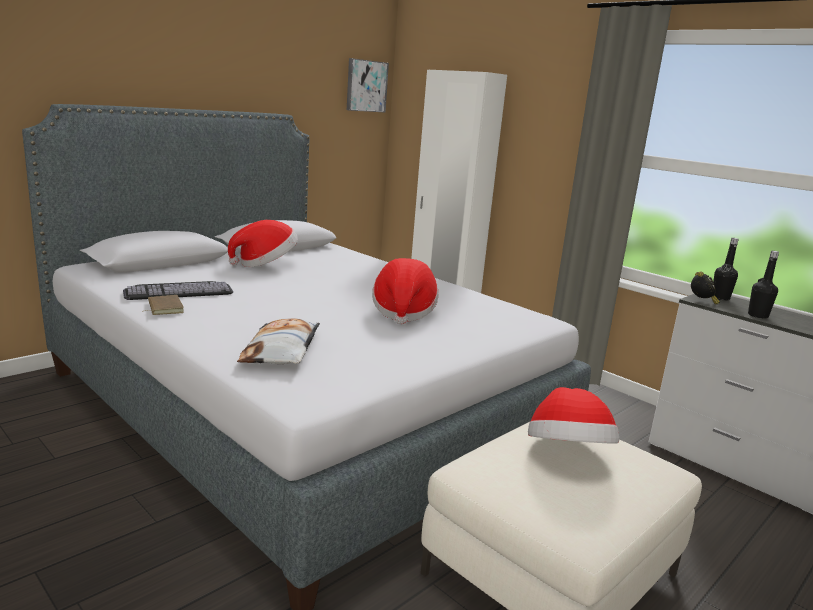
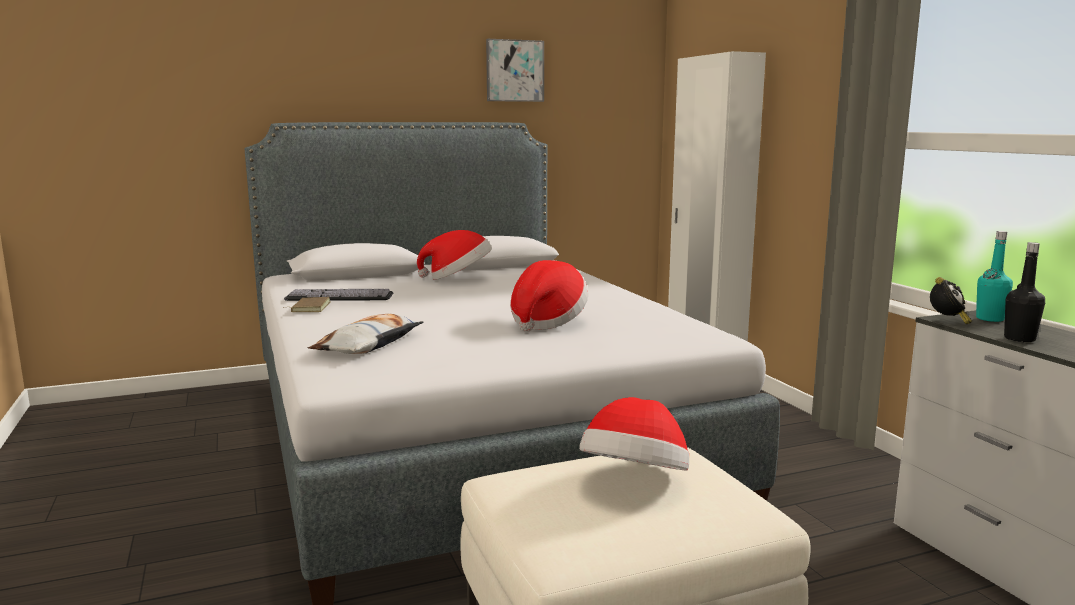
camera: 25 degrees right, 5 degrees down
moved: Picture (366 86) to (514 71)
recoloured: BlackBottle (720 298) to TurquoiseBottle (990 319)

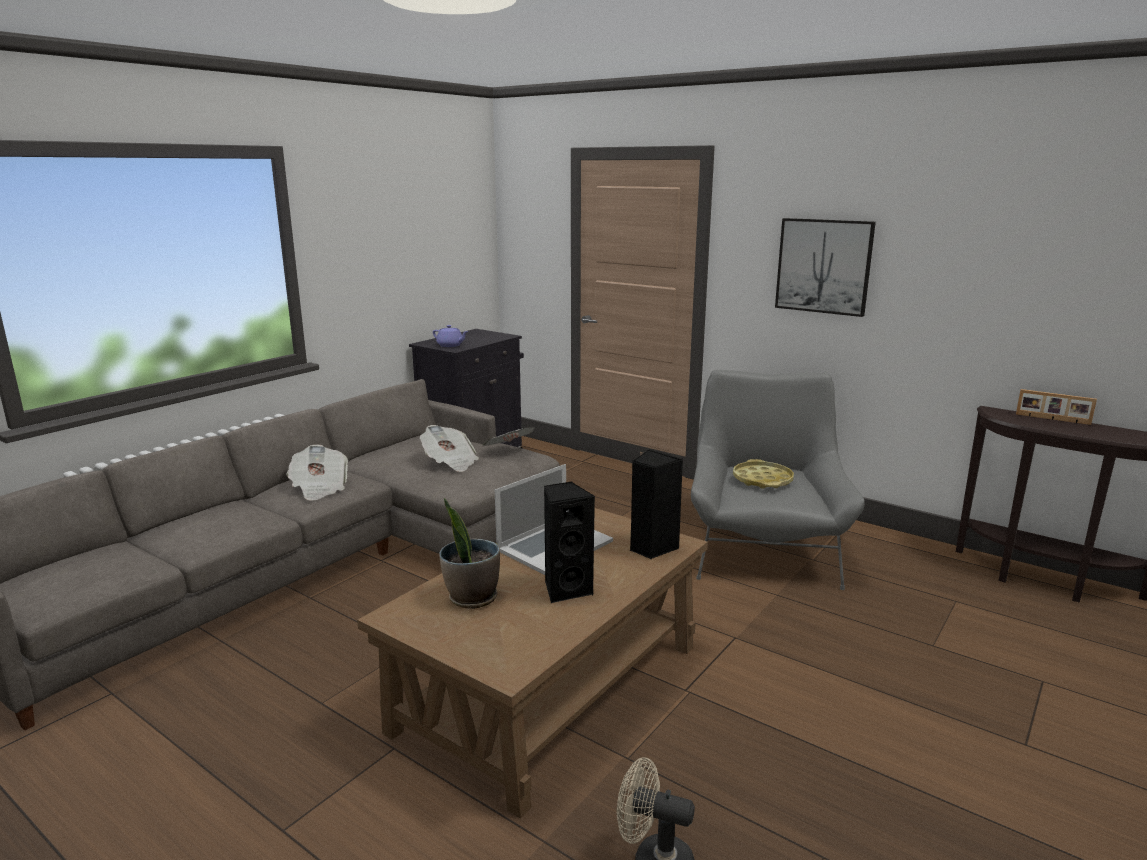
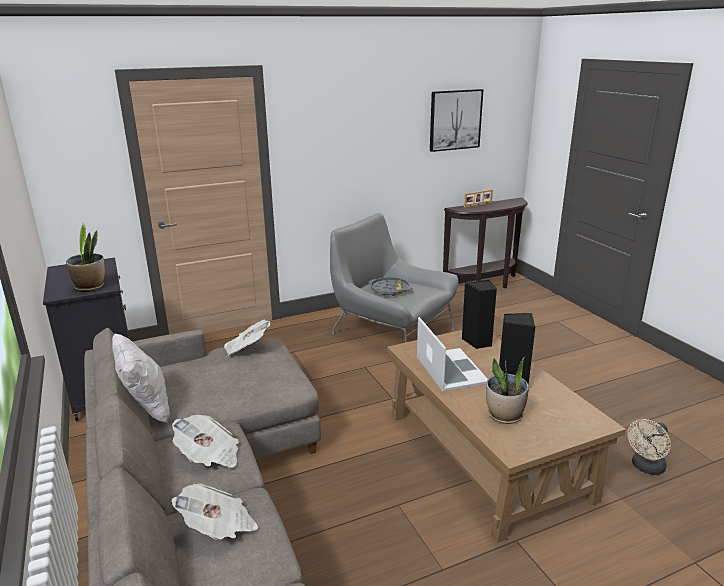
camera: 60 degrees left, 5 degrees up
added: WhitePillow (146 410)
moved: Newspaper (450 462) to (219 527); Picture (824 266) to (455 120)
replaced: PurpleTeapot (450 345) to PottedPlant (90 287)
recoloured: YellowTray (762 480) to GreyTray (390 290)

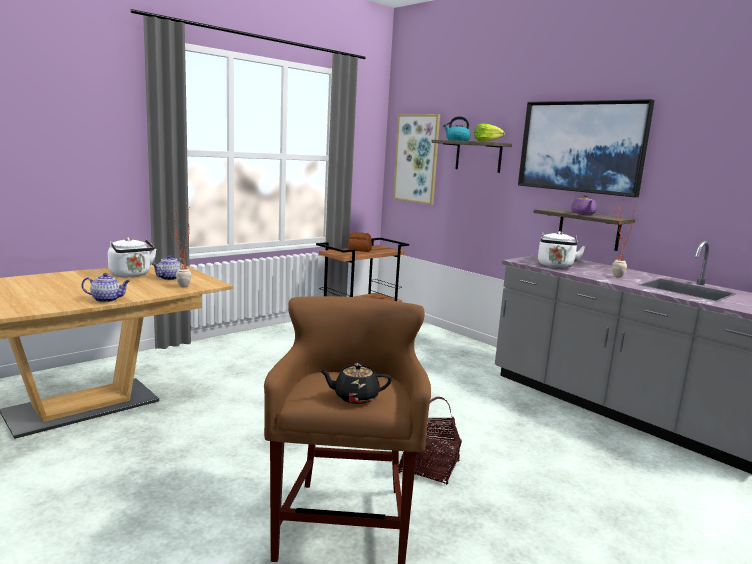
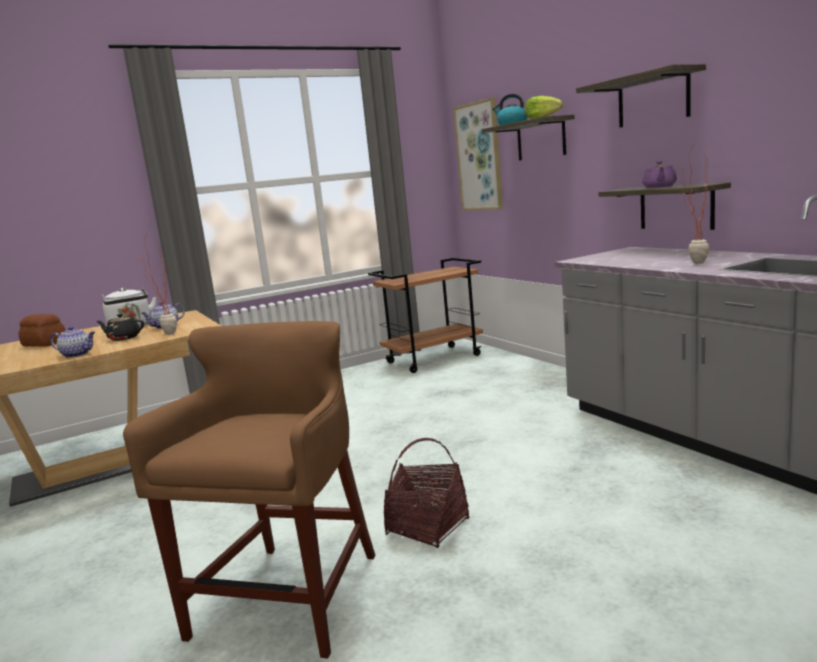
camera: 15 degrees right, 0 degrees up
removed: WhiteKettle (555 266)
moved: BlackTeapot (355 397) to (123 338); Bread (359 250) to (44 344)
replaced: Picture (581 146) to Shelf (653 99)

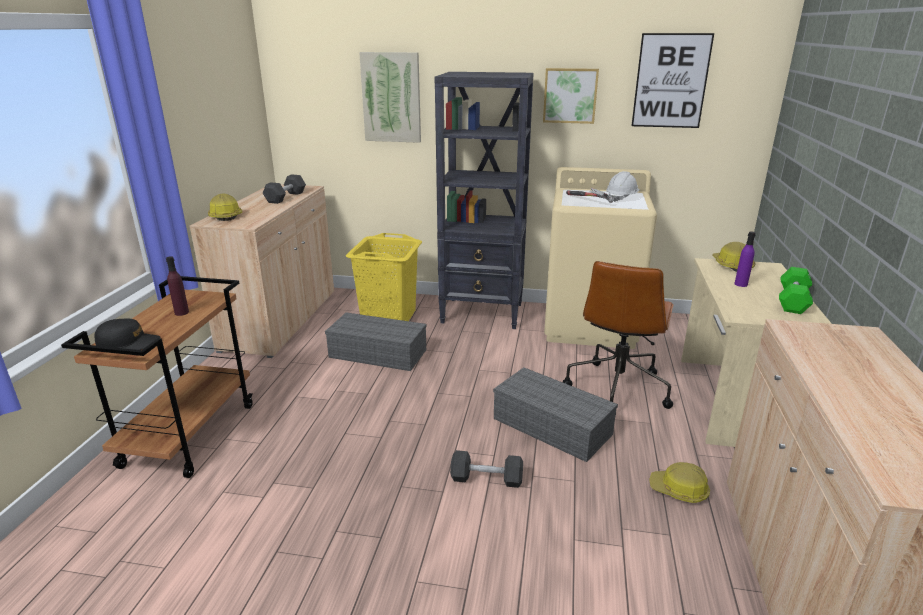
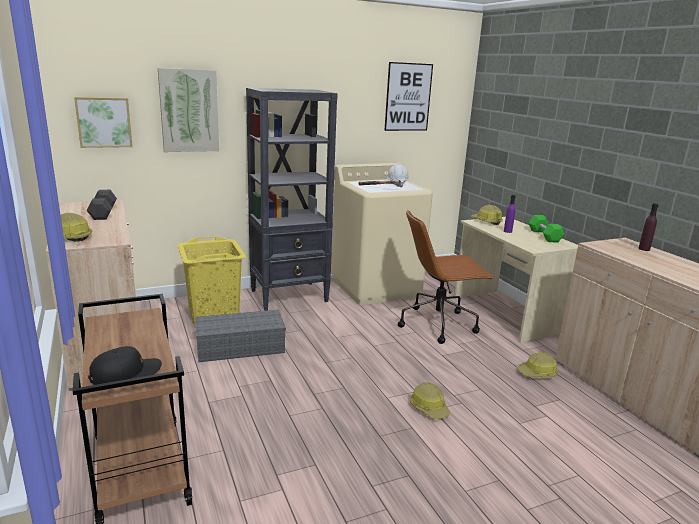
camera: 35 degrees left, 5 degrees down
removed: GreyStorageBox (554 426)
moved: PurpleBottle (181 312) to (644 249); Picture (570 95) to (104 122)
replaced: BlackDumbbell (486 479) to HardHat (429 408)
turned: BrownOfficeChair (617 388) = (438 324) 90 degrees clockwise

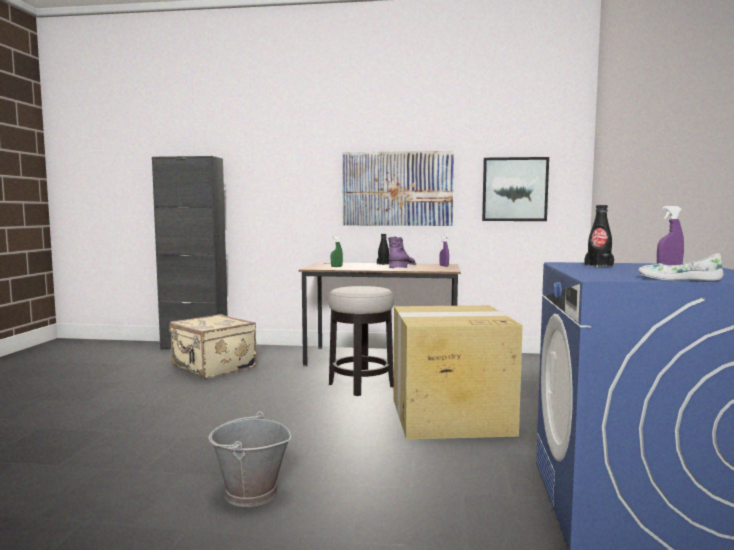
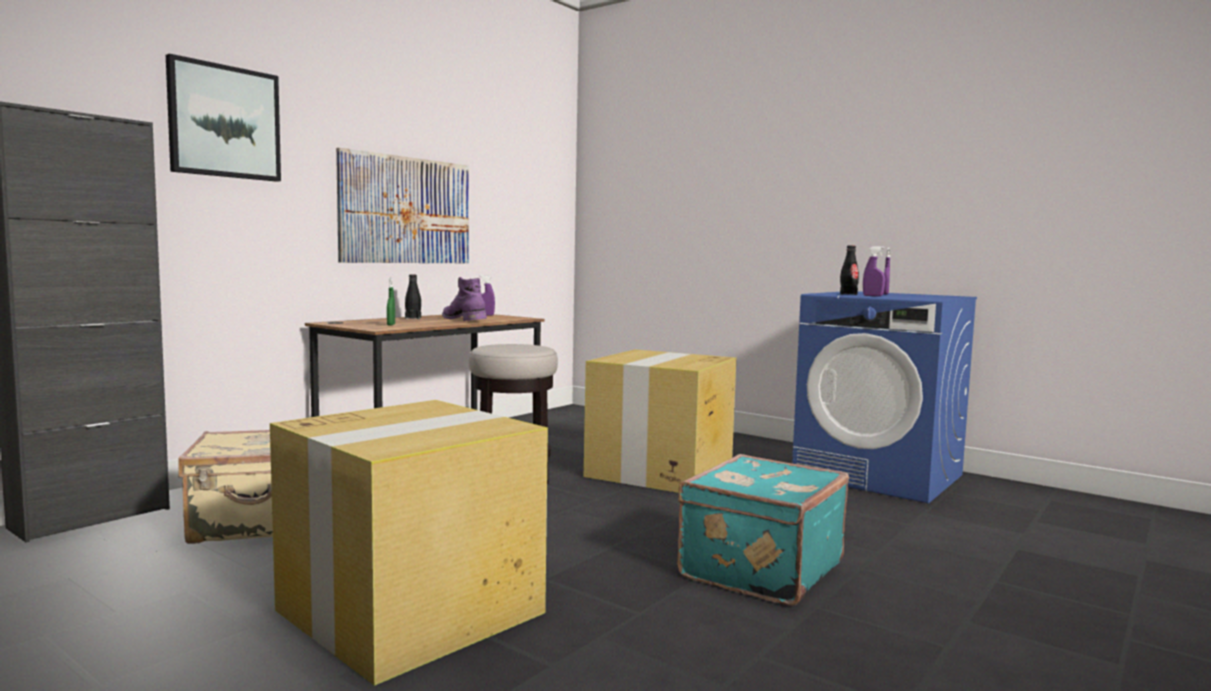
camera: 60 degrees left, 0 degrees up
removed: WhiteShoe (679 279)
added: CardboardBox (413 610); PurpleSprayBottle (873 296)
moved: Picture (514 189) to (224 122)
replaced: GreyBucket (250 493) to TurquoiseSuitcase (758 569)

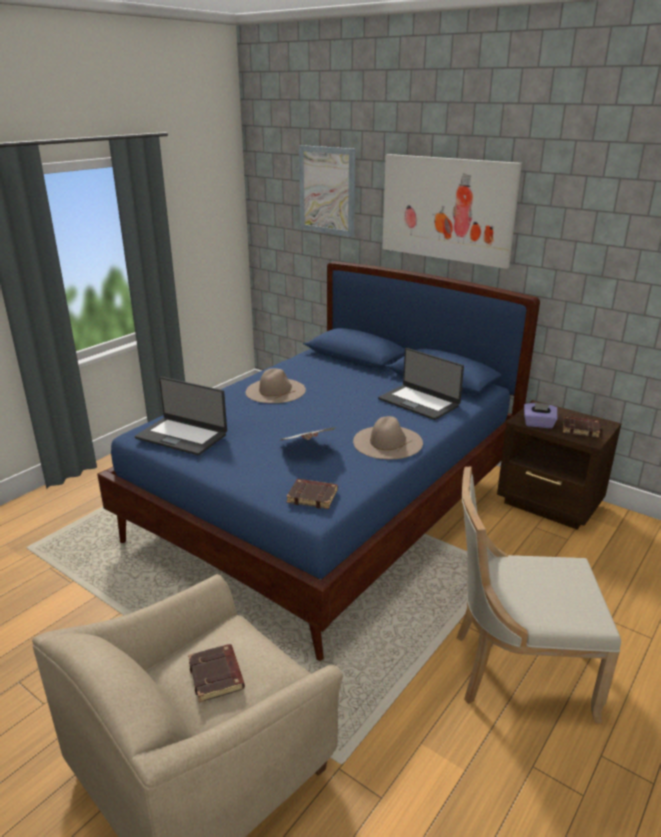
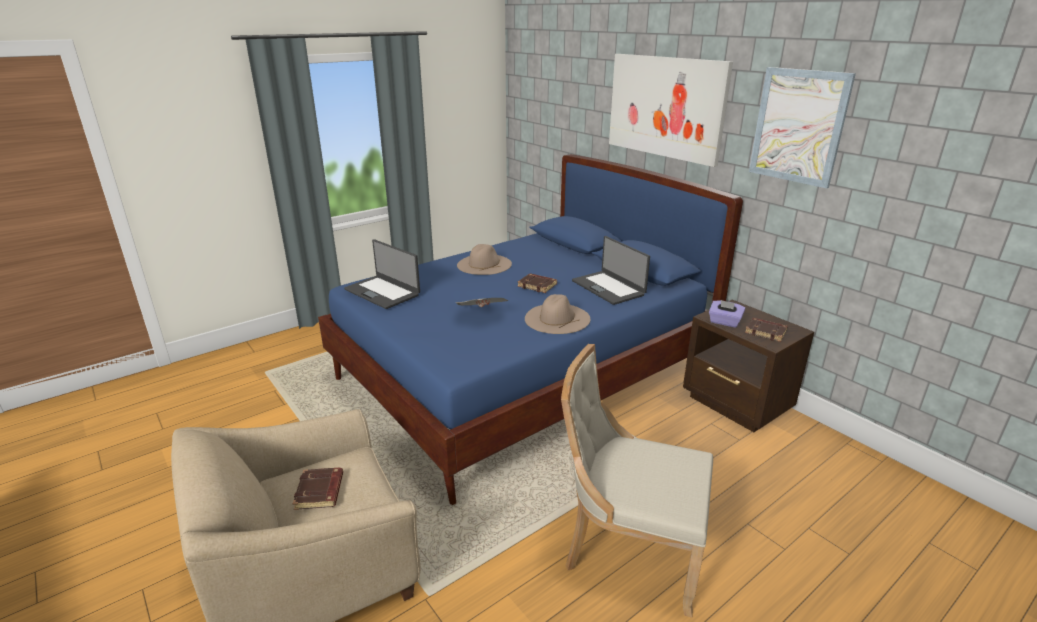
camera: 15 degrees right, 0 degrees up
moved: BrownBook (313 496) to (538 285); Picture (327 190) to (798 126)

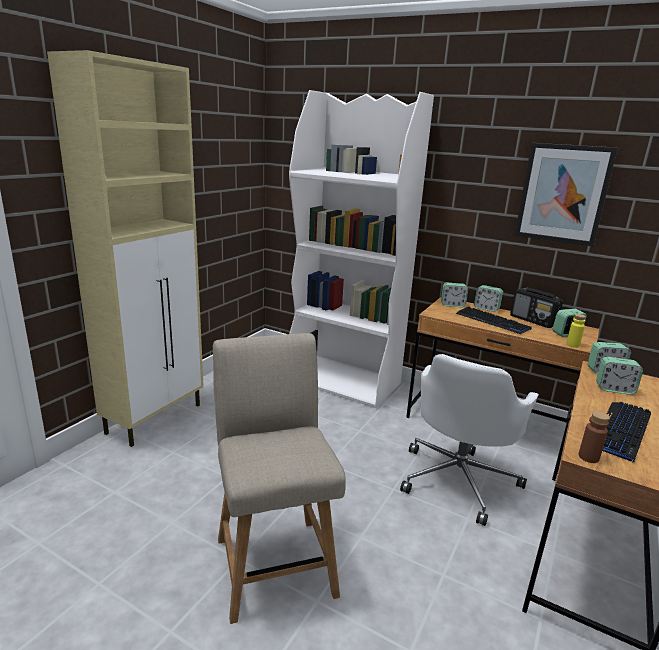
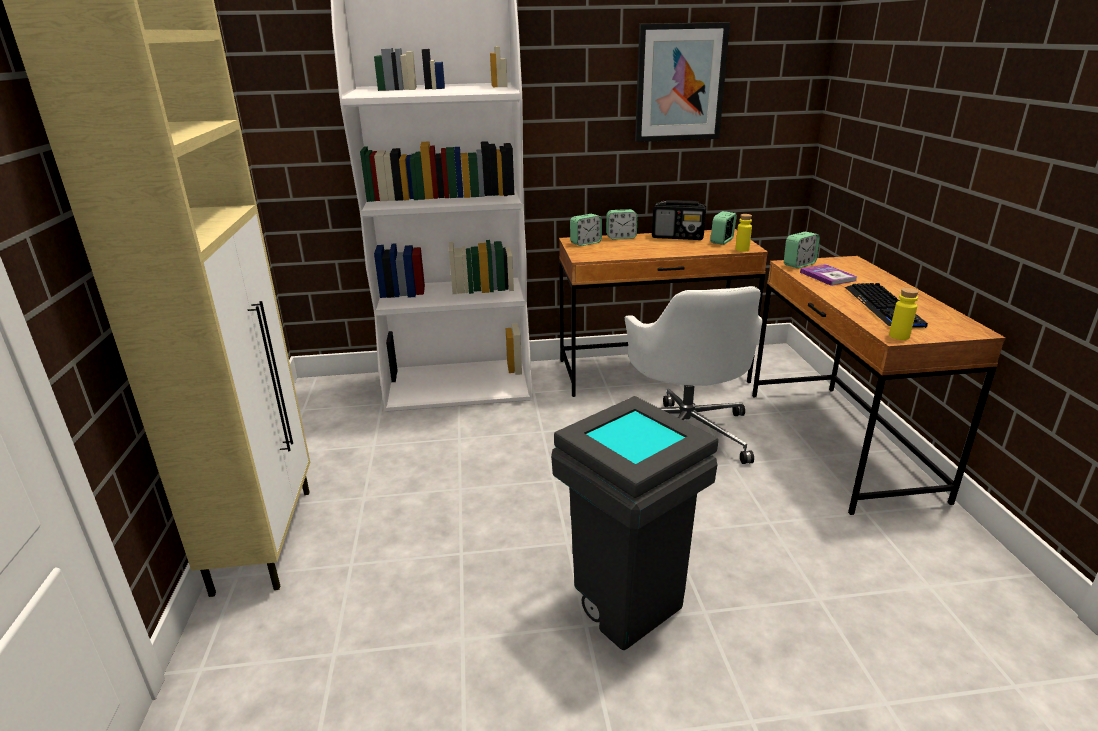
camera: 35 degrees left, 5 degrees up
removed: Keyboard (492 321)
replaced: BeigeChair (274 561) to GreyTrashCan (622 604); AlarmClock (614 389) to Book (827 276)
recoloured: BrownBottle (588 457) to YellowBottle (899 336)

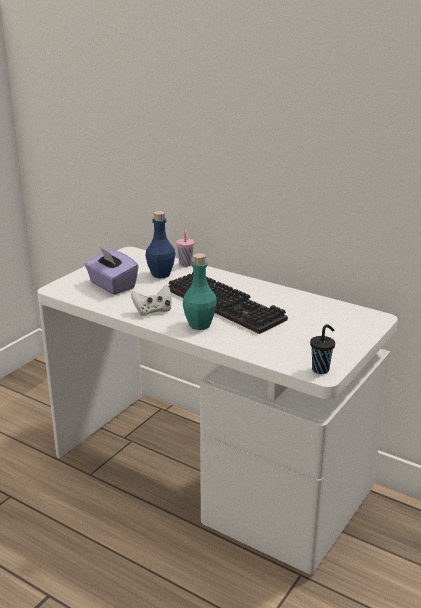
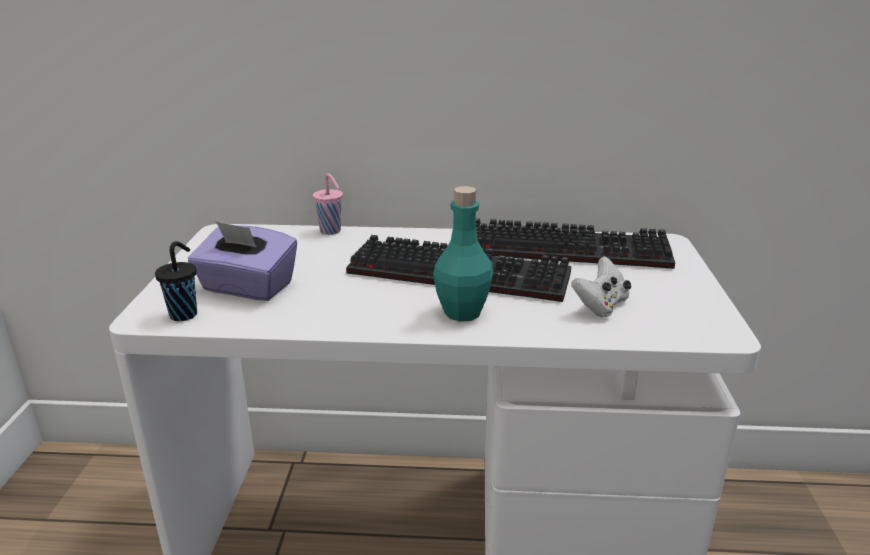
camera: 30 degrees left, 0 degrees up
removed: BlueBottle (161 274)
added: Keyboard (570 248)
moved: WhiteGameController (153 311) to (600 306); BlackCup (321 369) to (185 314)

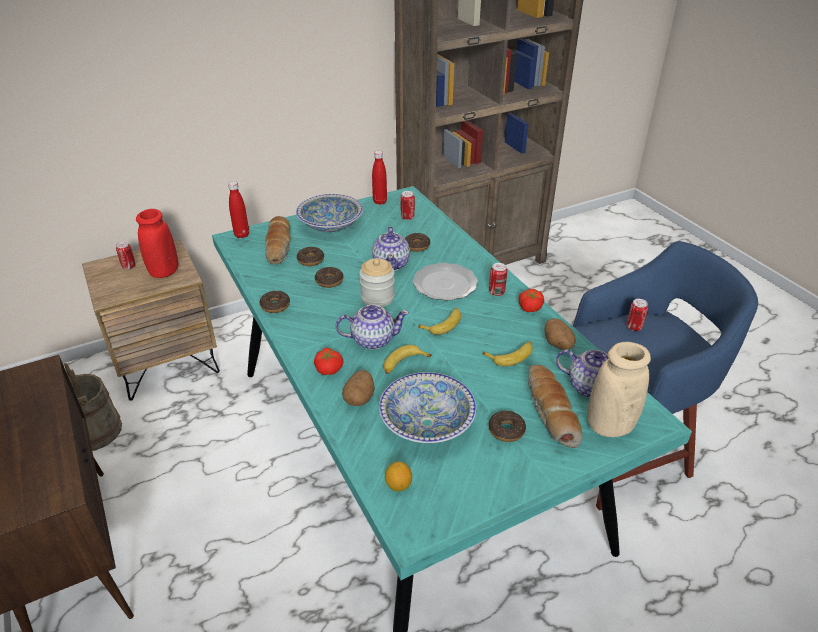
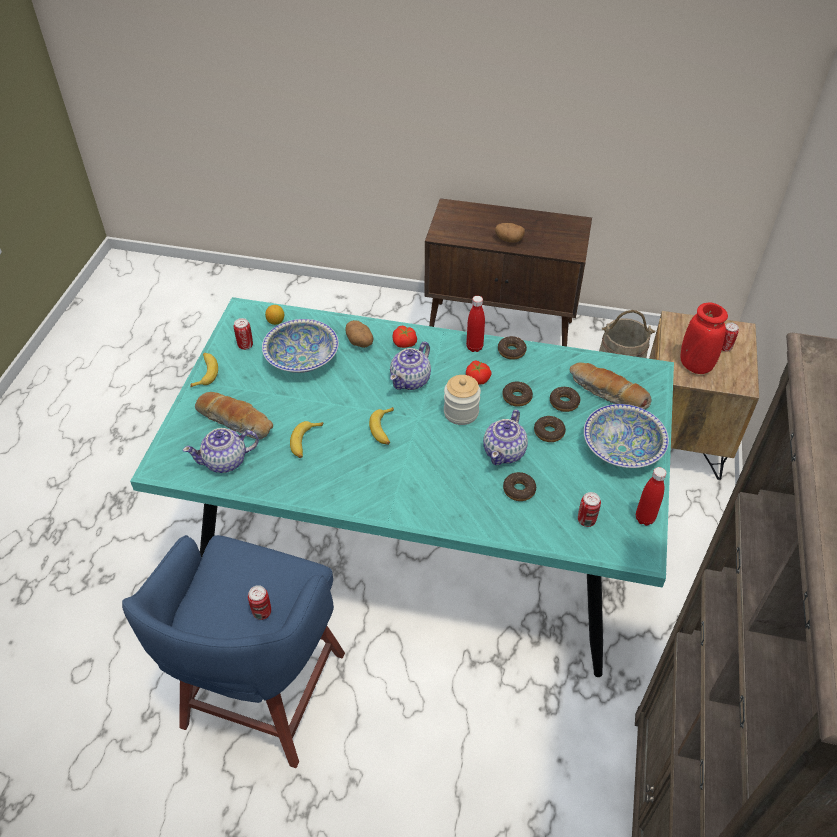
camera: 130 degrees right, 10 degrees up
removed: Plate (446 284); BeigeVase (609 425)
moved: RedBottle (242 235) to (474 347); Banana (403 364) to (205 372); Can (496 292) to (245 345); Donut (506 430) to (549 432); Tomato (529 307) to (478 378); Potato (558 344) to (508 239)
turned: Teapot (391 264) = (505 452) 105 degrees counterclockwise

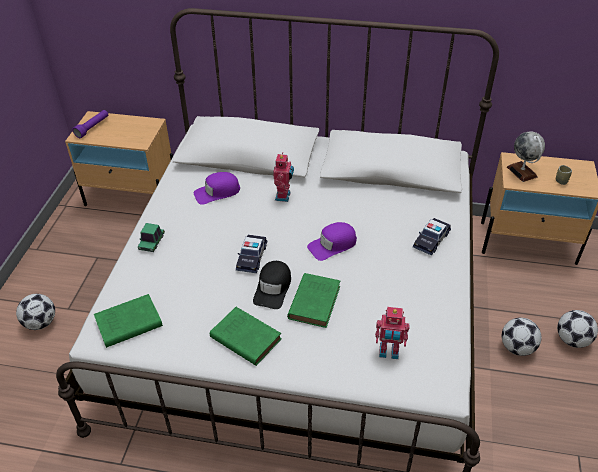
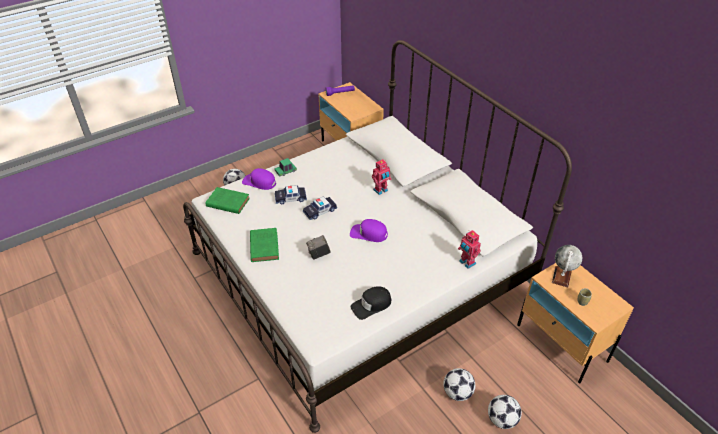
camera: 45 degrees right, 0 degrees up
moved: PurpleCap (217 192) to (259 182); BlackCap (273 288) to (371 305); ToyRobot (389 352) to (466 263); ToyCar (431 240) to (290 198)
replaced: GreenBook (315 301) to PhotoCamera (319 254)

